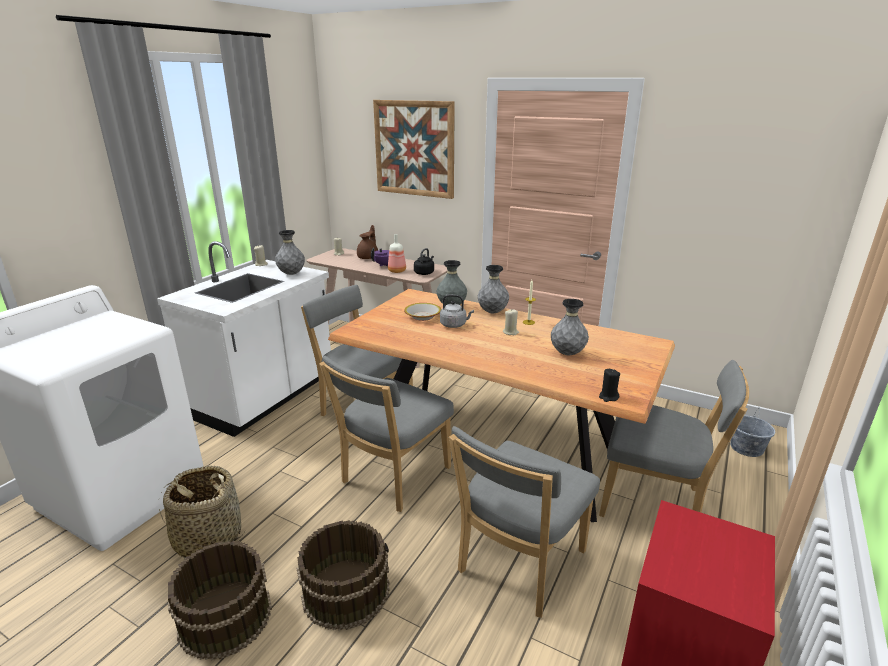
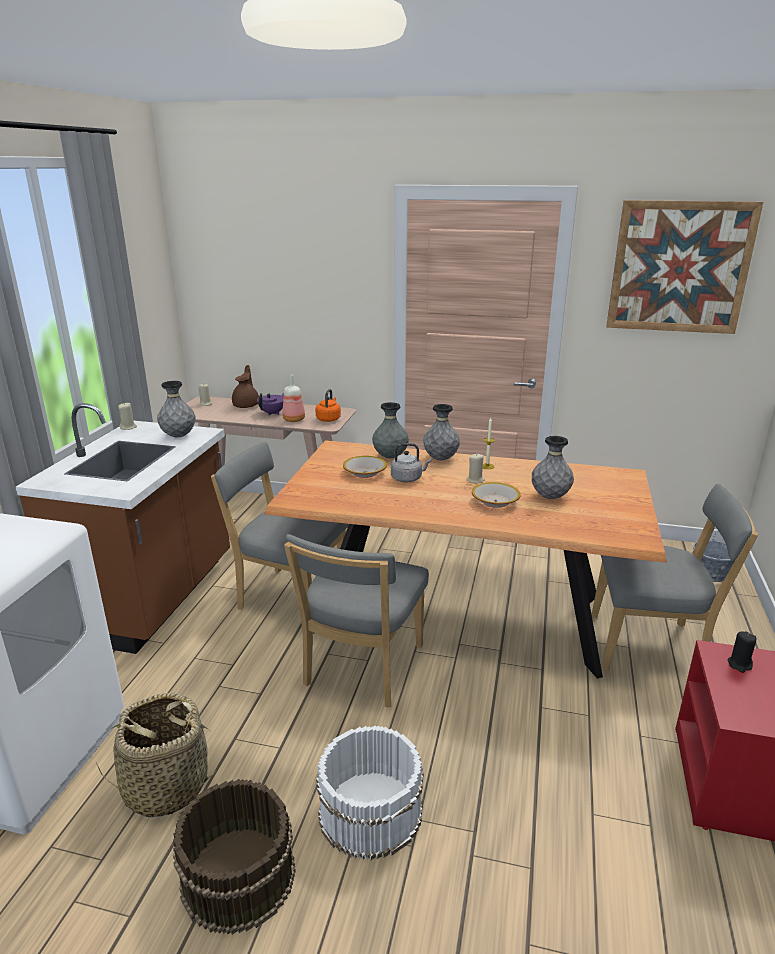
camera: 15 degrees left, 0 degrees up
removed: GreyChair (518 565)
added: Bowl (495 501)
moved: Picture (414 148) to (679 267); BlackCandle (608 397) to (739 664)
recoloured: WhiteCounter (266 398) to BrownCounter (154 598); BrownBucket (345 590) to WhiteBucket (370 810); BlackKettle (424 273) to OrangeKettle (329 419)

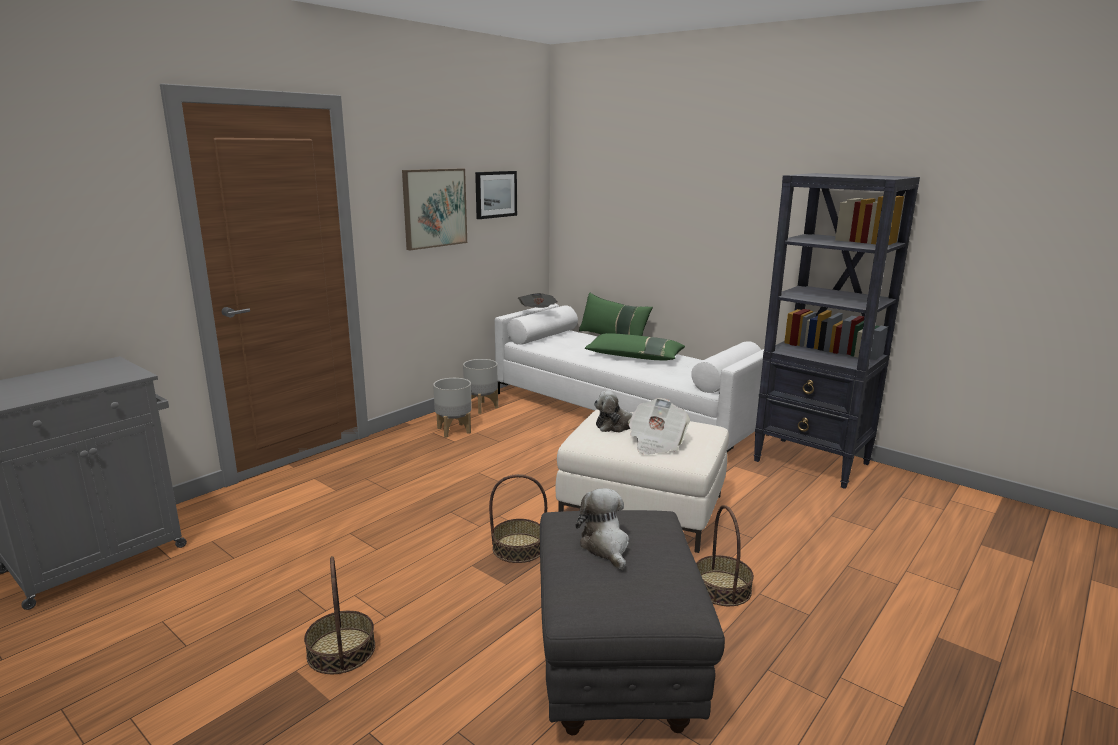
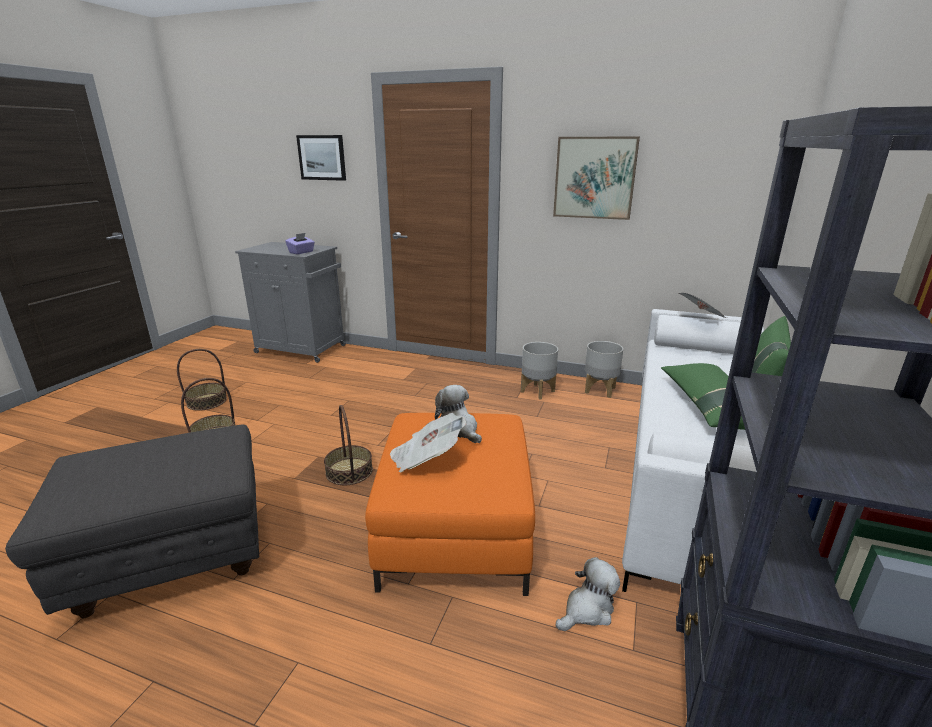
camera: 70 degrees right, 5 degrees up
added: PurpleTissueBox (301 252)
moved: Picture (495 194) to (322 157); PlushToy (605 546) to (587 610); Basket (721 588) to (207 401)
recoloured: WhiteOttoman (642 508) to OrangeOttoman (455 531)

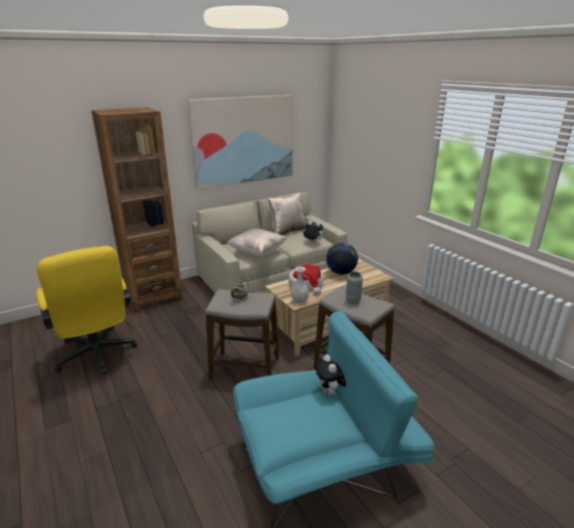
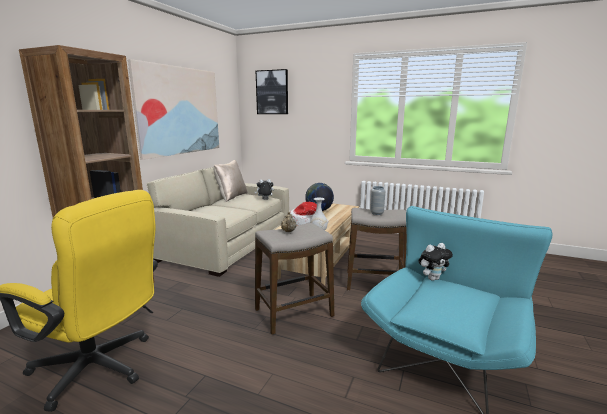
camera: 35 degrees left, 10 degrees down
removed: BeigePillow (257 252)
added: Picture (272 92)
turned: PlushToy (329 392) = (432 278) 60 degrees counterclockwise

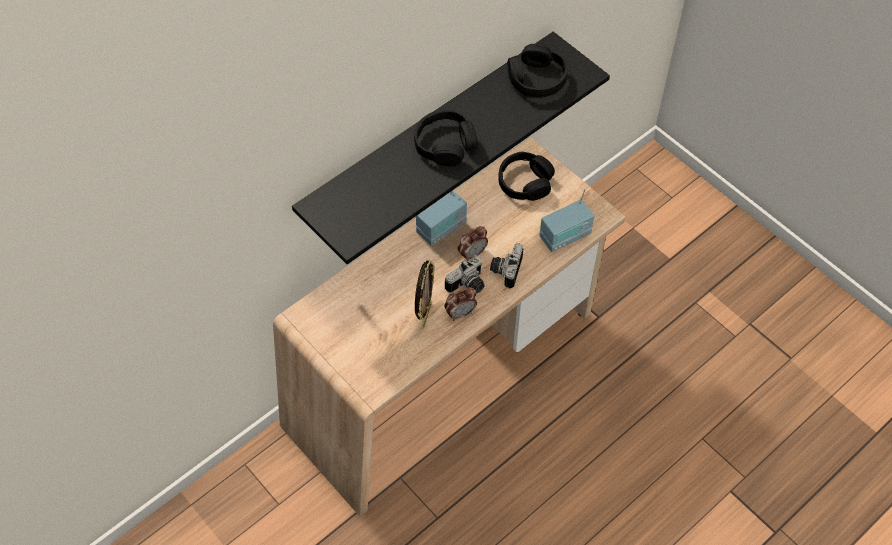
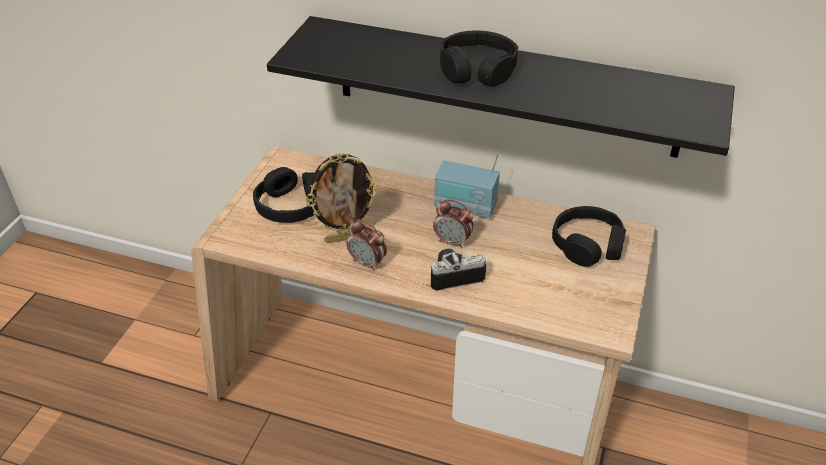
camera: 60 degrees right, 15 degrees down
removed: PhotoCamera (468 286); Radio (565 237)
moved: BlackHeadphones (536 79) to (290 206)

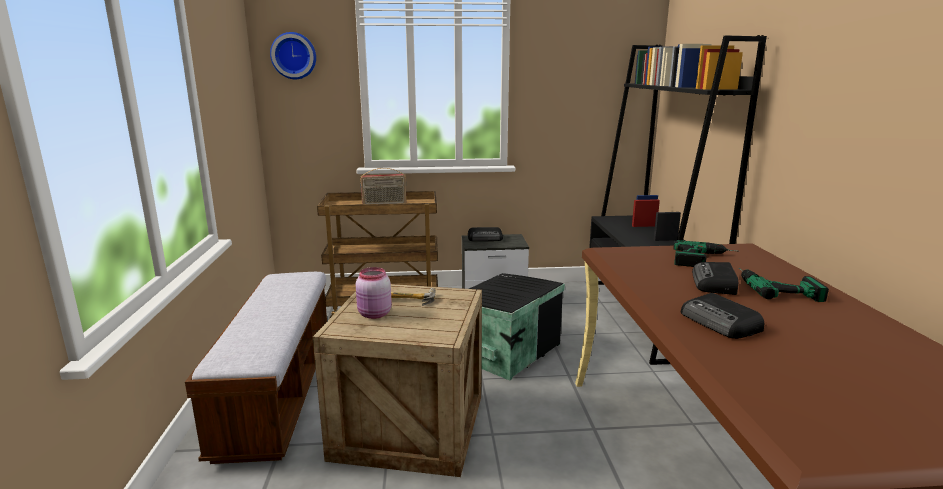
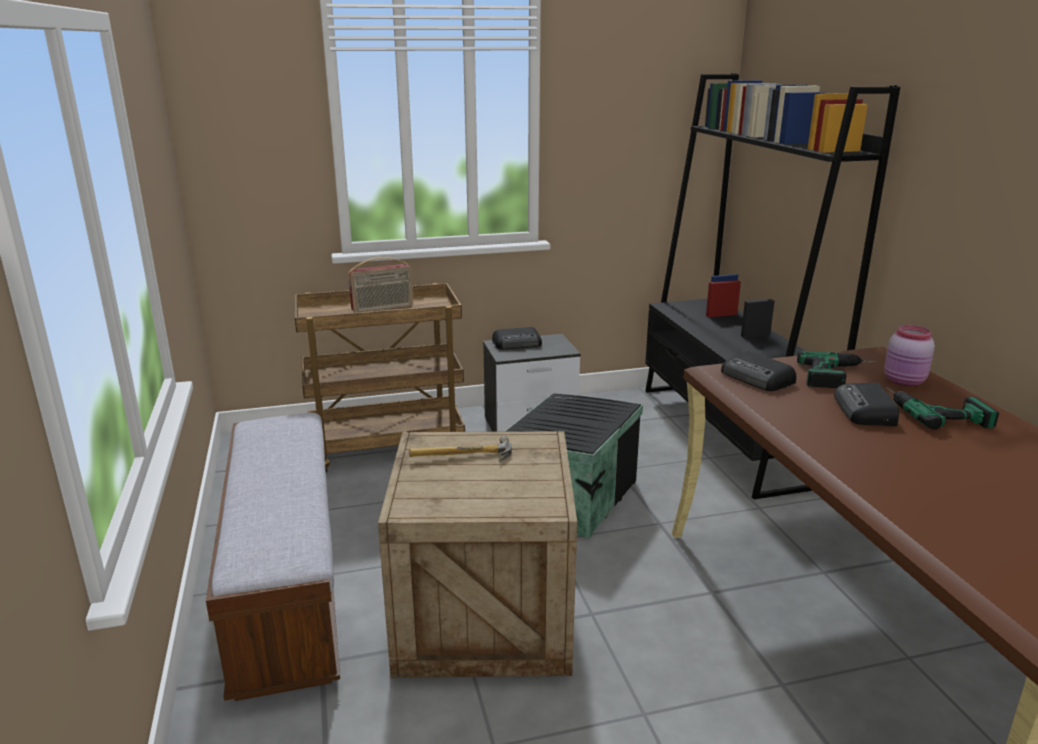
camera: 10 degrees left, 5 degrees up
removed: WallClock (294 56)
moved: PinkJar (374 314) to (904 381); Radio (720 323) to (757 378)

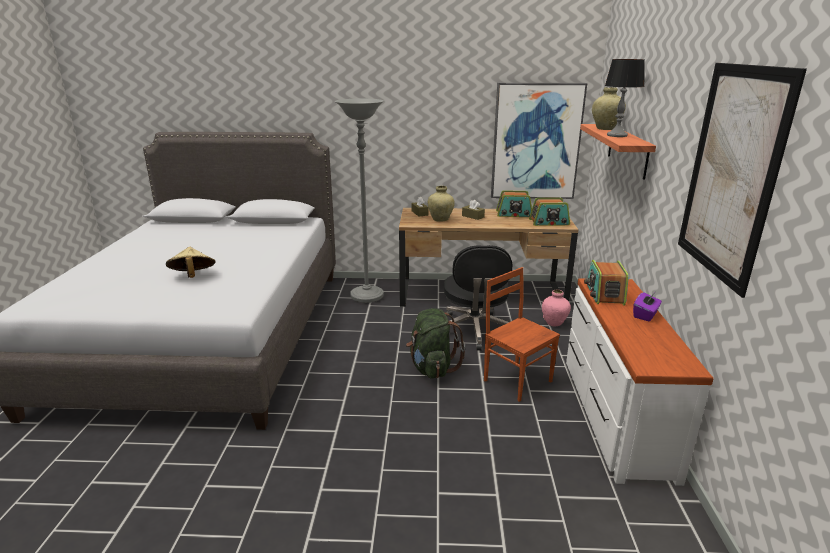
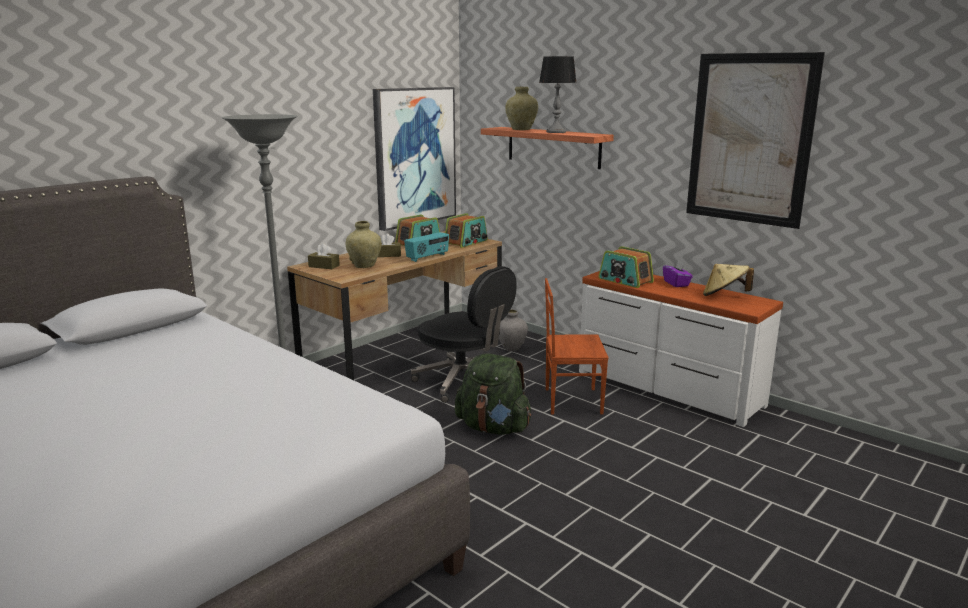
camera: 50 degrees left, 5 degrees down
added: Radio (427 257)
moved: BeigeHat (193 276) to (724 296)
recoloured: PinkVase (554 323) to GreyVase (511 348)

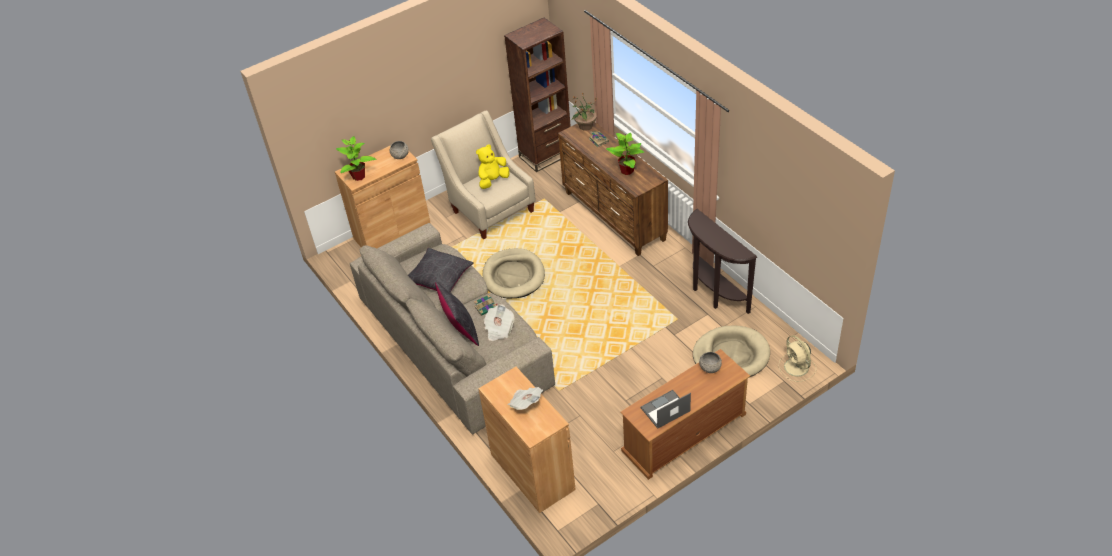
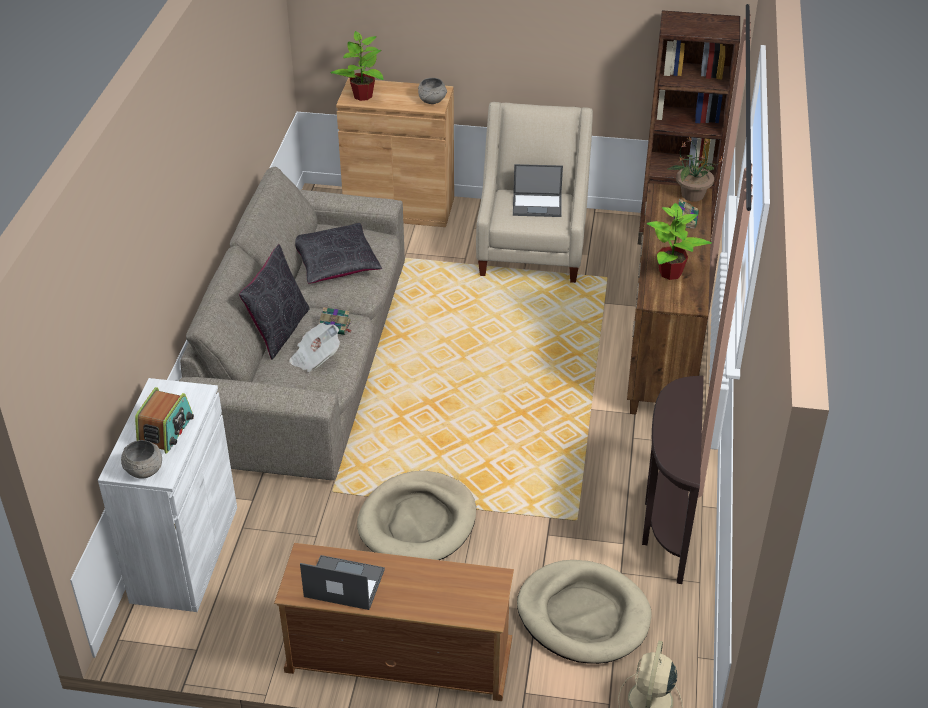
camera: 40 degrees right, 5 degrees down
moved: BeigeDogBed (513 276) to (417 522); GreyBowl (709 368) to (144 470)
replaced: YellowPlushToy (493 180) to Laptop (537 205); Newspaper (526 403) to Radio (166 431)
recoloured: BrownCabinet (532 471) to WhiteCabinet (185 554)

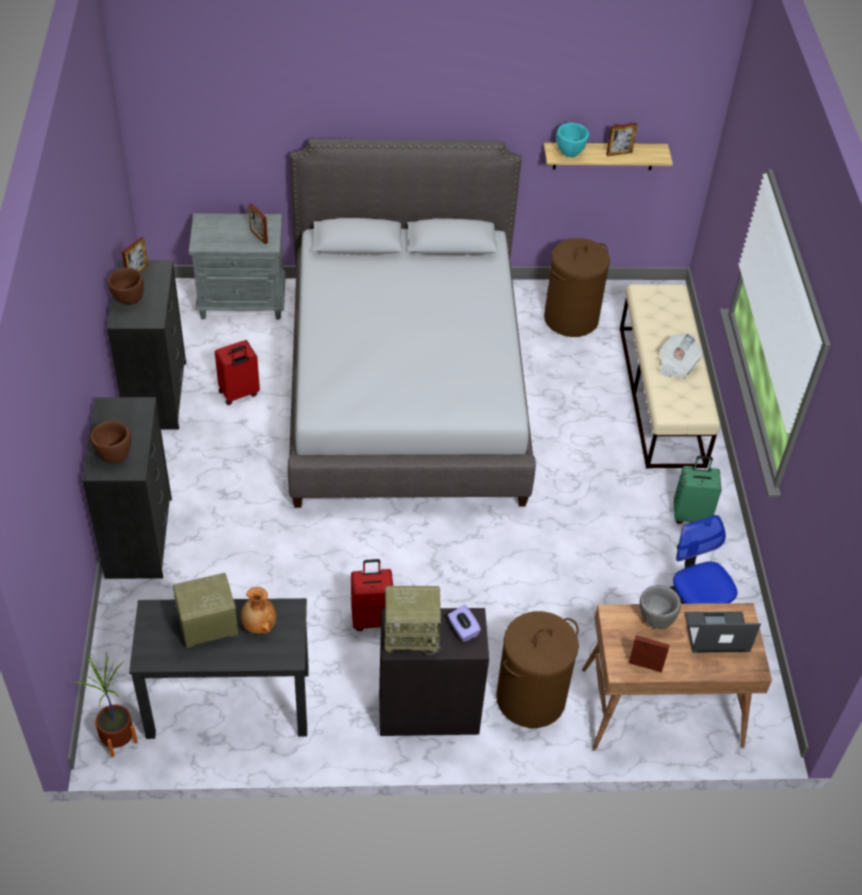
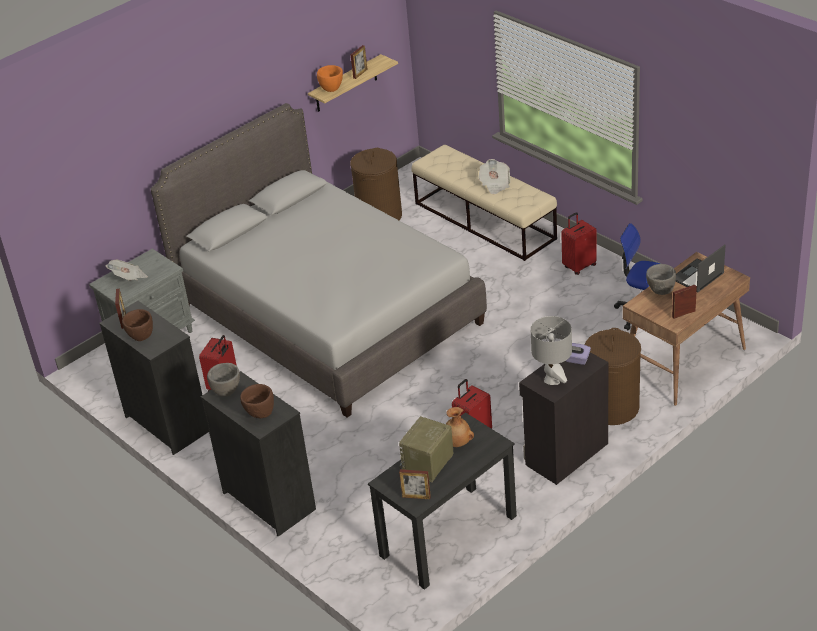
camera: 35 degrees left, 10 degrees down
removed: PottedPlant (118 740)
added: Newspaper (129 278); GreyBowl (227 392)
moved: PictureFrame (259 236) to (416 497)
replaced: Radio (412 633) to GreyTableLamp (552 380)
recoloured: TurquoiseBowl (570 153) to OrangeBowl (331 89); GreenSuitcase (691 515) to RedSuitcase (579 266)

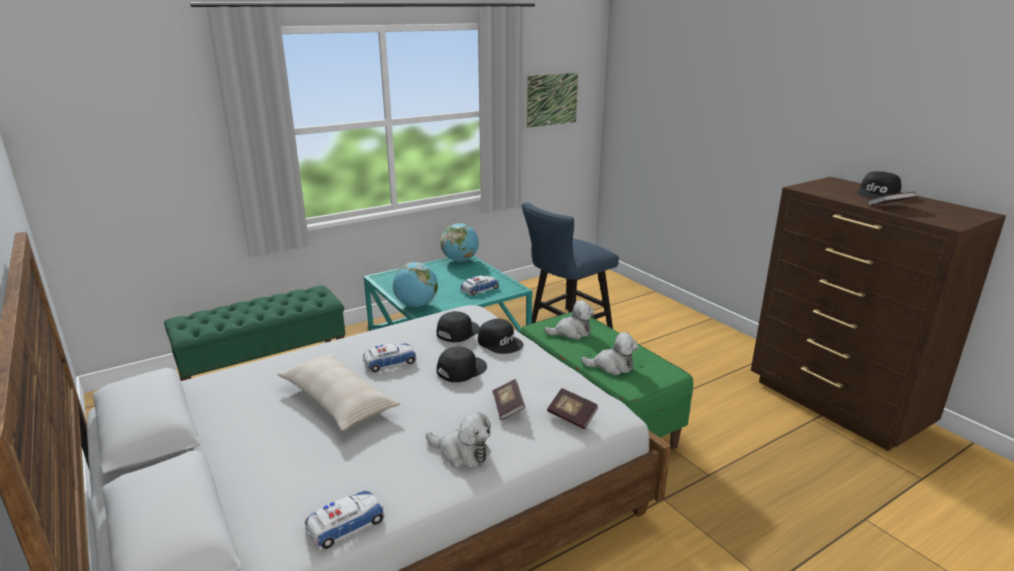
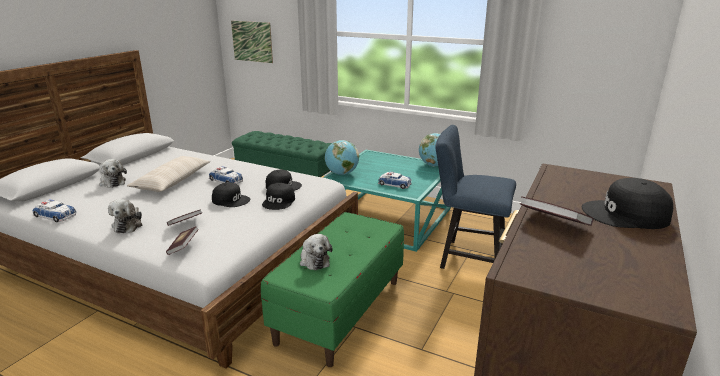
camera: 60 degrees right, 0 degrees up
moved: Picture (552 99) to (252 41); PlushToy (571 332) to (112 182)

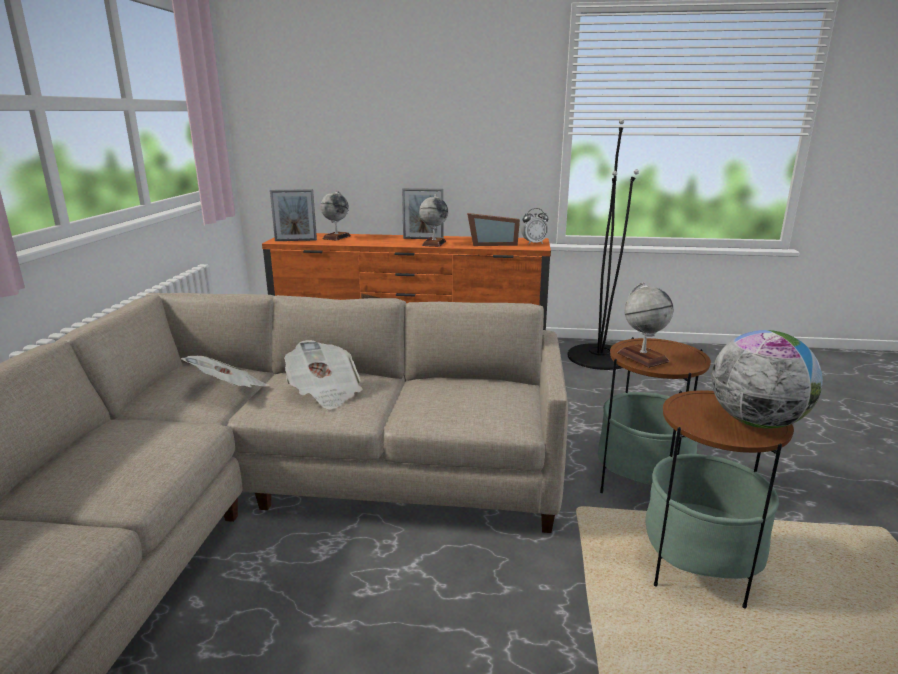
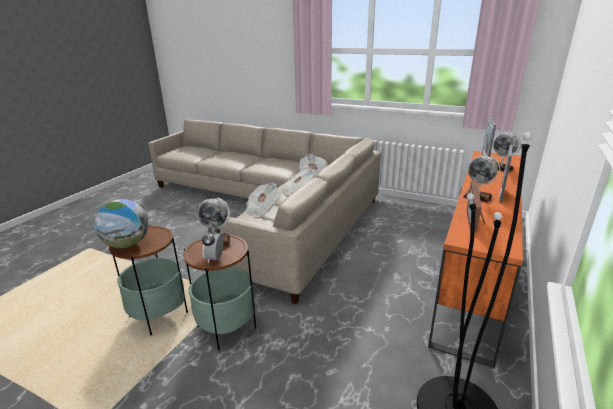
camera: 110 degrees right, 5 degrees up
added: Newspaper (262 209)
moved: AlarmClock (534 243) to (215 259)

